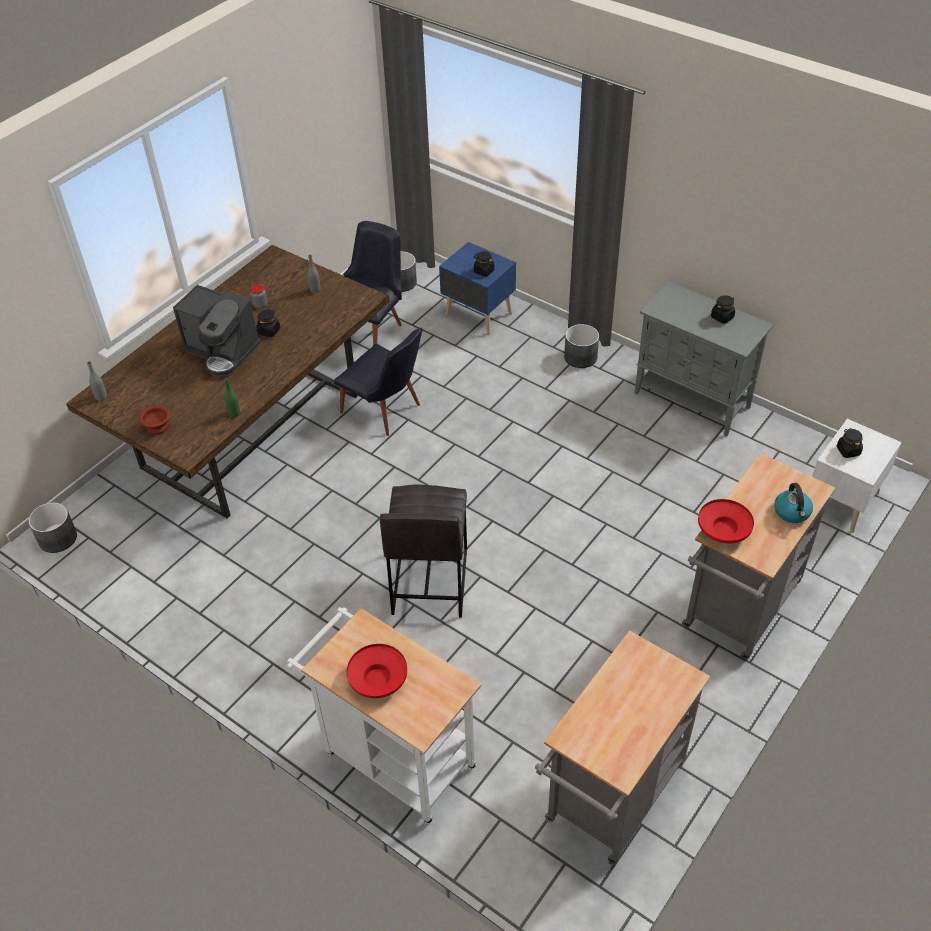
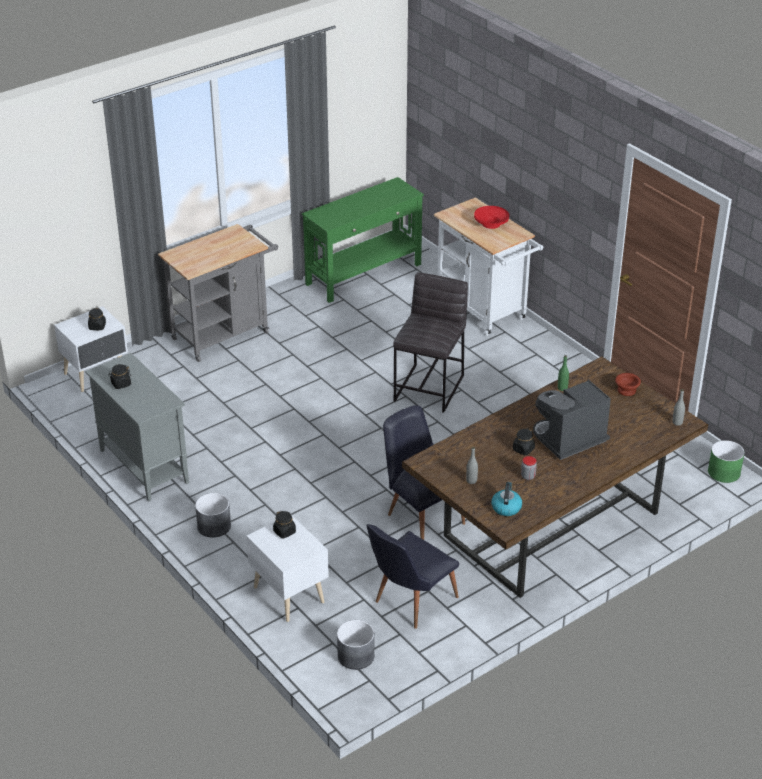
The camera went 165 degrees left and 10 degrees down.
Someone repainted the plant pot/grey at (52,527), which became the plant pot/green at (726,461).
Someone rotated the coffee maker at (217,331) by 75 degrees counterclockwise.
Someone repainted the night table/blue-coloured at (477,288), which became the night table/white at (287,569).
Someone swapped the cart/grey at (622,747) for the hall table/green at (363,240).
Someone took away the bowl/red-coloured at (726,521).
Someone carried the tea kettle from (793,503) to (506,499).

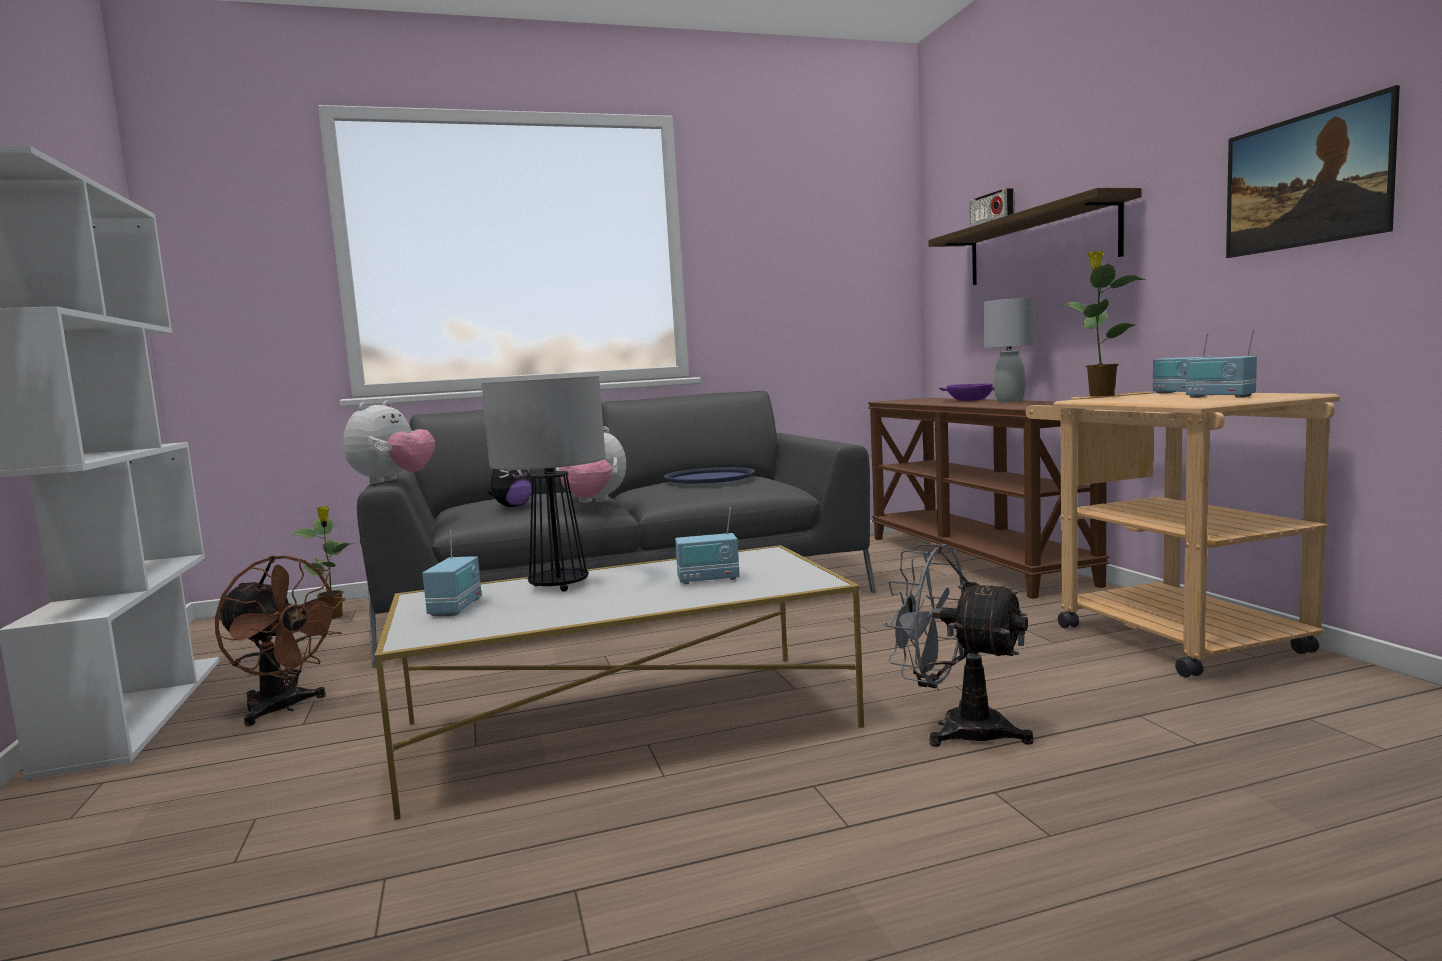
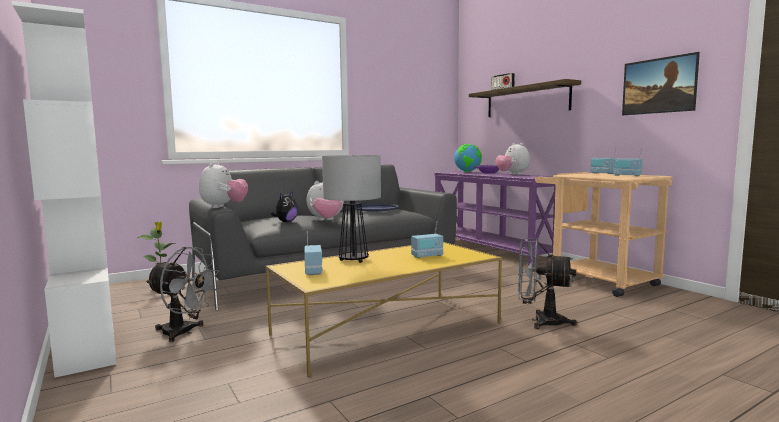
The camera went 15 degrees left and 0 degrees up.
Someone repainted the cooling fan/brownish at (280,641), which became the cooling fan/grey at (182,294).
Someone repainted the low table/white at (619,682), which became the low table/yellowish at (384,309).
Someone repainted the hall table/brownish at (989,498), which became the hall table/purplish at (495,218).
Someone swapped the lamp for a table/grey at (1009,350) for the cuddly toy at (513,159).
Someone took away the potted plant at (1104,323).
Someone put down the world globe at (468,158).

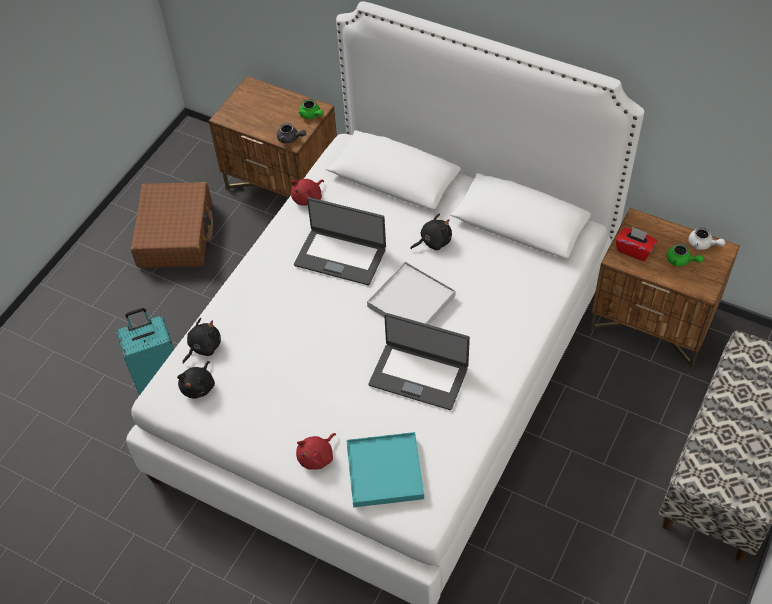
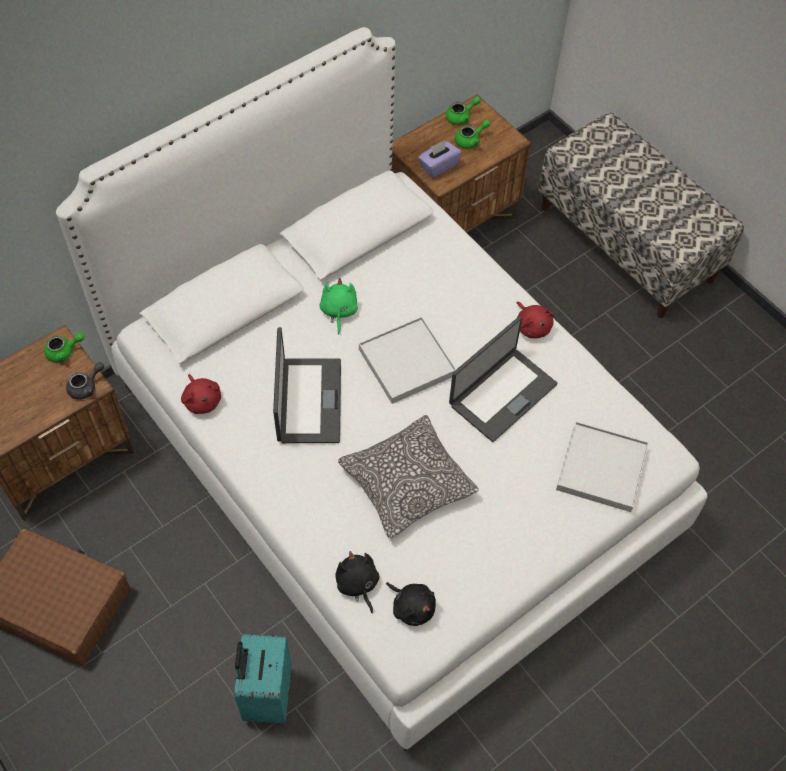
The camera went 70 degrees left and 5 degrees up.
Someone rotated the laptop at (340,241) by 45 degrees counterclockwise.
Someone carried the cuddly toy/red-coloured from (316,451) to (535,319).
Someone repainted the serving tray/turquoise at (385,469), which became the serving tray/white at (602,467).
Someone repainted the cuddly toy/black-coloured at (431,232), which became the cuddly toy/green at (339,306).
Someone repainted the tissue holder/red-coloured at (636,244), which became the tissue holder/purplish at (440,159).
Someone repainted the teapot/white at (706,238), which became the teapot/green at (463,110).
Someone put down the cushion at (408,477).

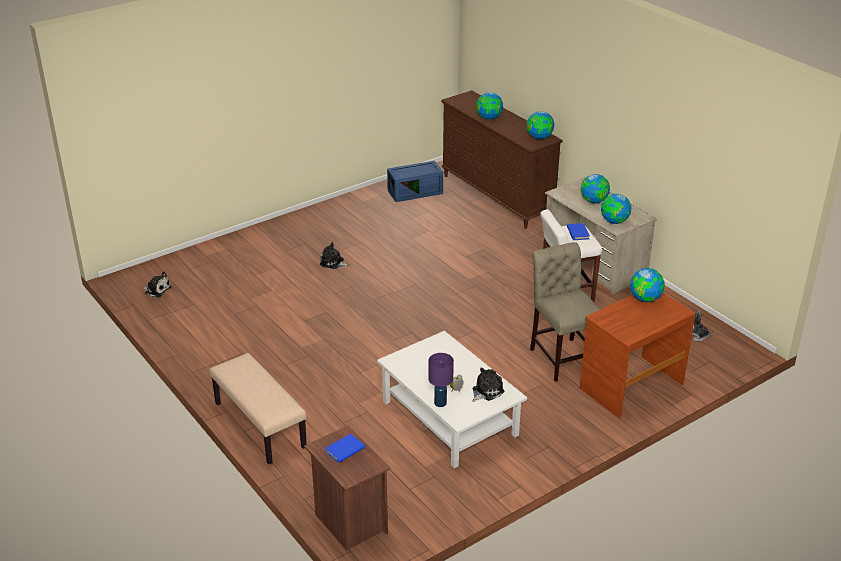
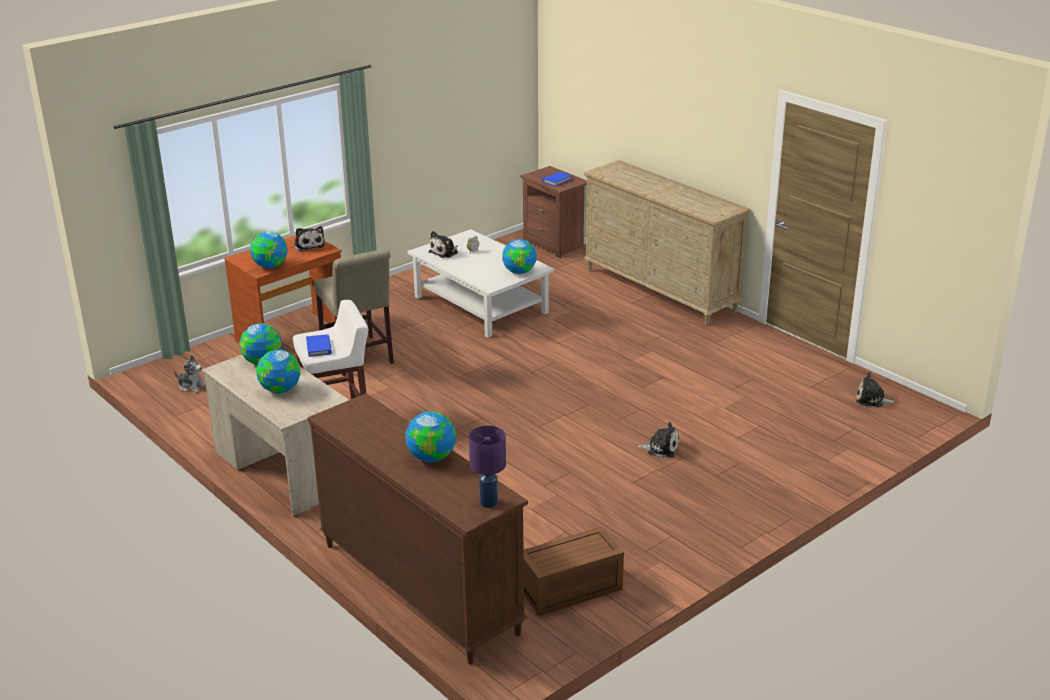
The camera went 175 degrees right and 5 degrees down.
Someone swapped the long seat/sand-coloured at (258,408) for the drawer chest/sand-coloured at (667,243).
Someone repainted the storage bin/blue-coloured at (415,181), which became the storage bin/brownish at (573,571).
Someone carried the lamp for a table/purplish from (441,380) to (487,467).
Someone carried the world globe from (540,125) to (519,256).
Someone put down the cuddly toy at (309,239).

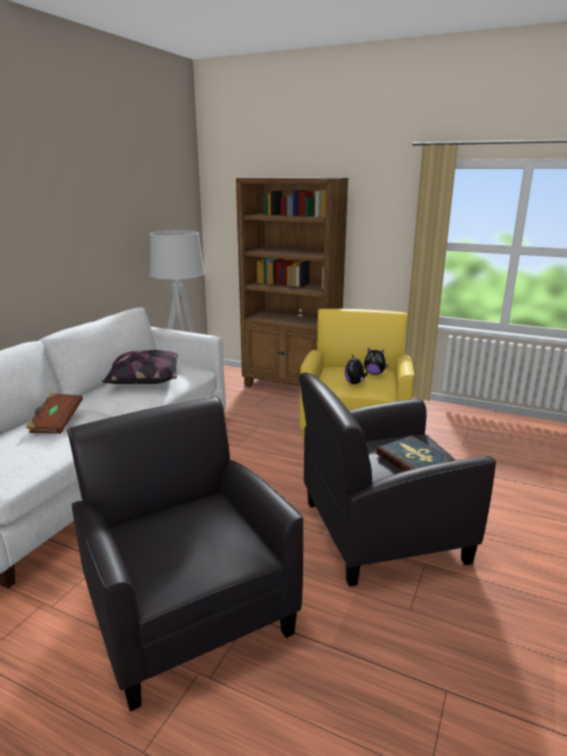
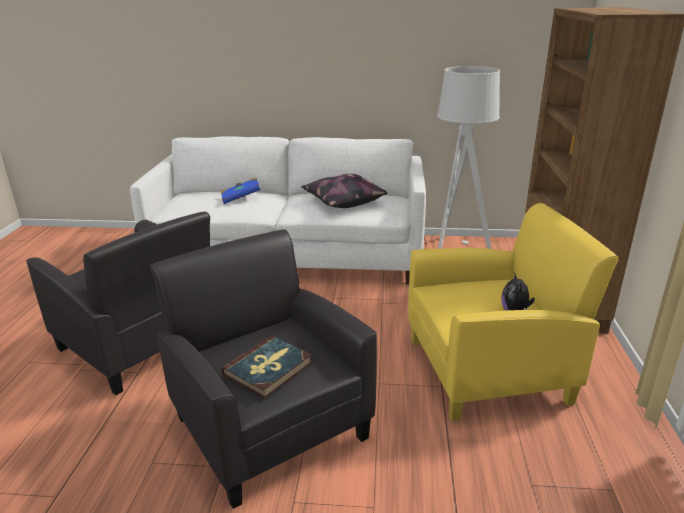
The camera went 70 degrees right and 5 degrees up.
Someone repainted the volume/brownish at (54,413), which became the volume/blue-coloured at (240,191).
Someone rotated the easy chair/black-coloured at (185,554) by 90 degrees clockwise.
Someone took away the cuddly toy at (356,369).

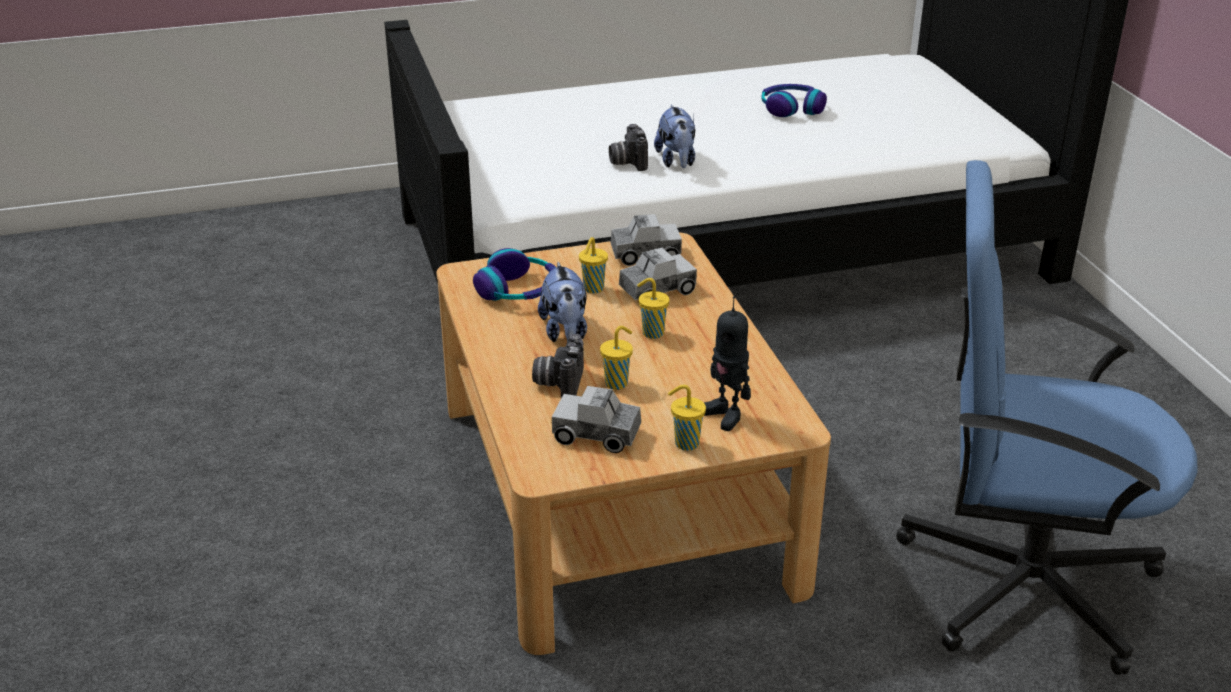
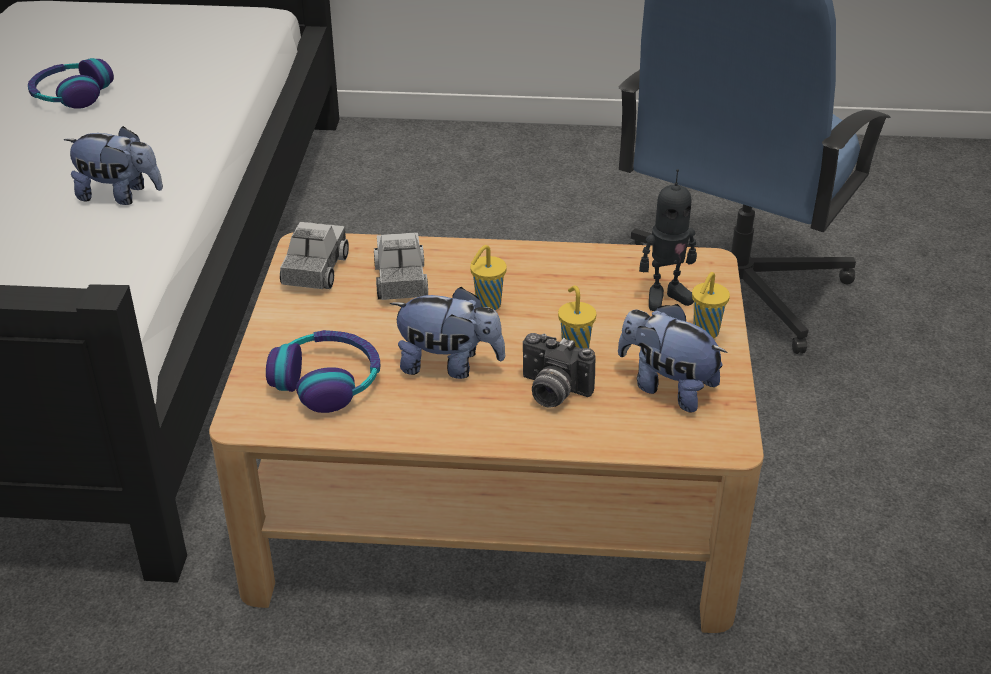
The camera went 70 degrees left and 5 degrees up.
Someone swapped the toy lorry at (596,419) for the cuddly toy at (673,358).
Someone took away the small cup/yellowish at (593,265).
Someone took away the still camera at (628,147).

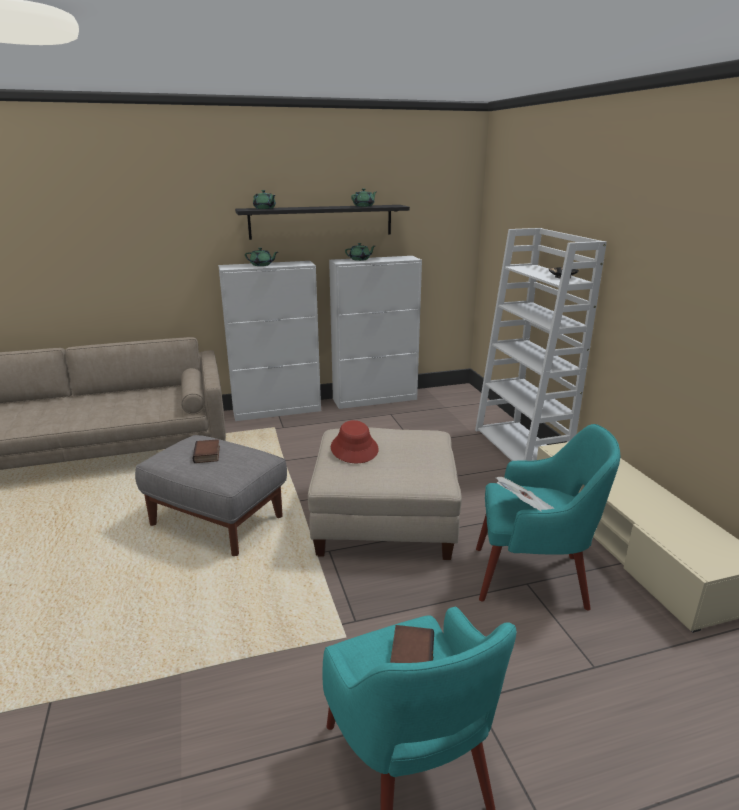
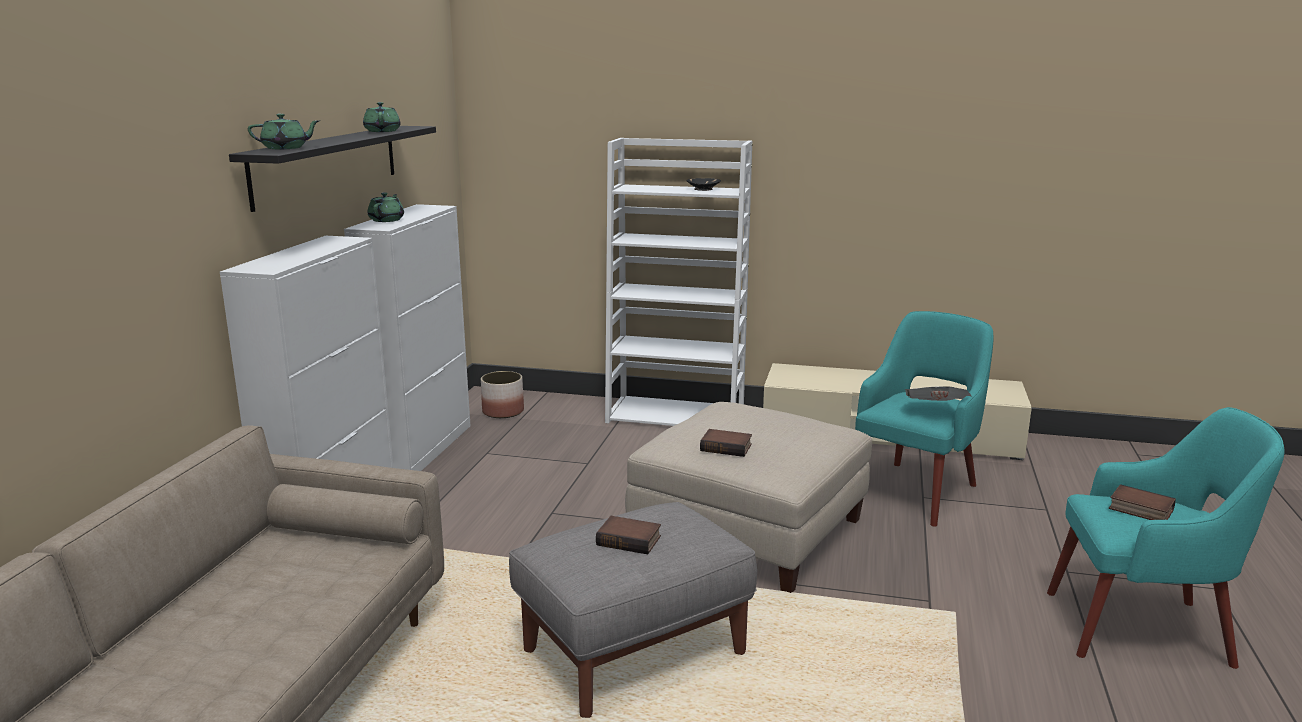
The camera went 60 degrees left and 5 degrees down.
Someone took away the teapot/green at (261,257).
Someone swapped the clothing hat/red-coloured at (355,441) for the volume at (726,443).
Someone put down the plant pot at (502,394).

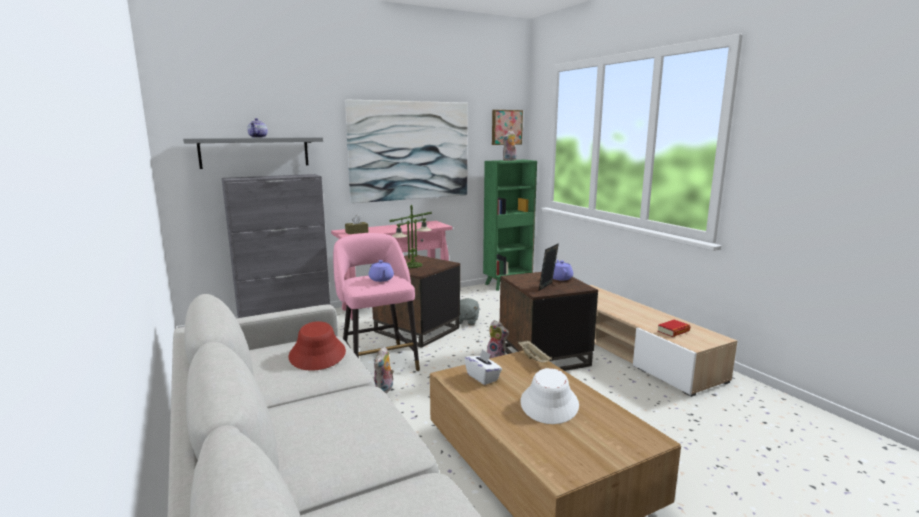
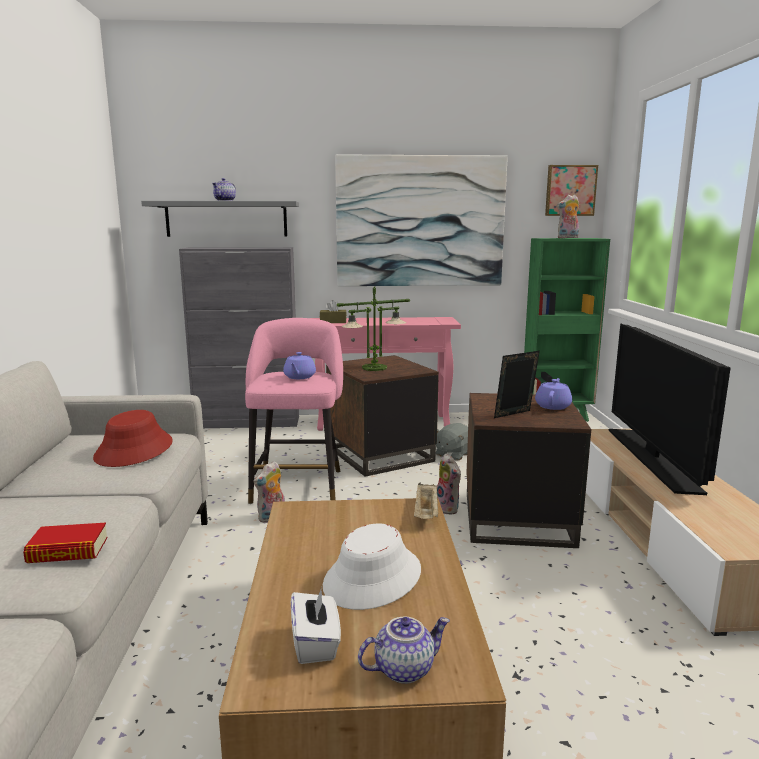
The camera went 25 degrees right and 0 degrees up.
Someone carried the tissue holder/white from (483,367) to (316,625).
Someone carried the volume from (673,328) to (65,543).
Someone put down the teapot at (404,650).
Someone put down the TV set at (669,409).

